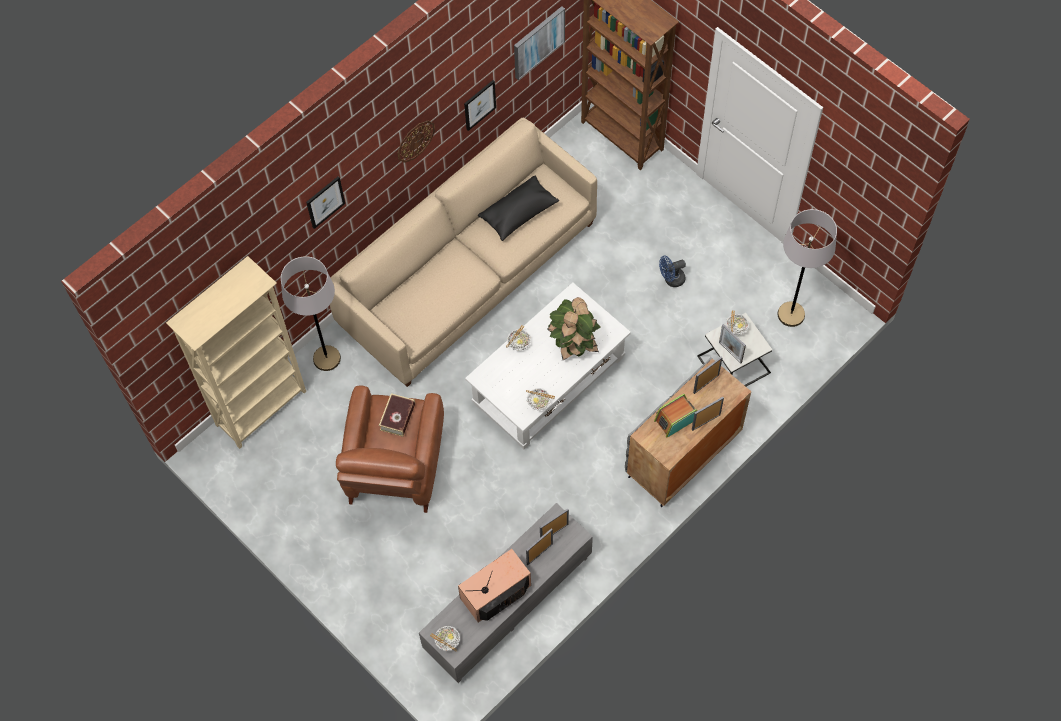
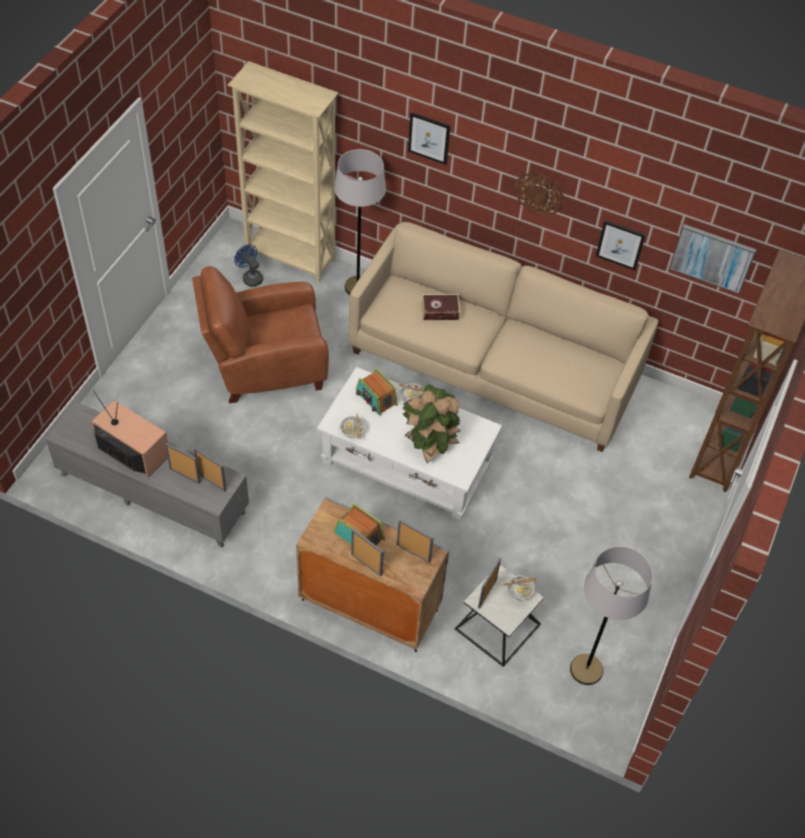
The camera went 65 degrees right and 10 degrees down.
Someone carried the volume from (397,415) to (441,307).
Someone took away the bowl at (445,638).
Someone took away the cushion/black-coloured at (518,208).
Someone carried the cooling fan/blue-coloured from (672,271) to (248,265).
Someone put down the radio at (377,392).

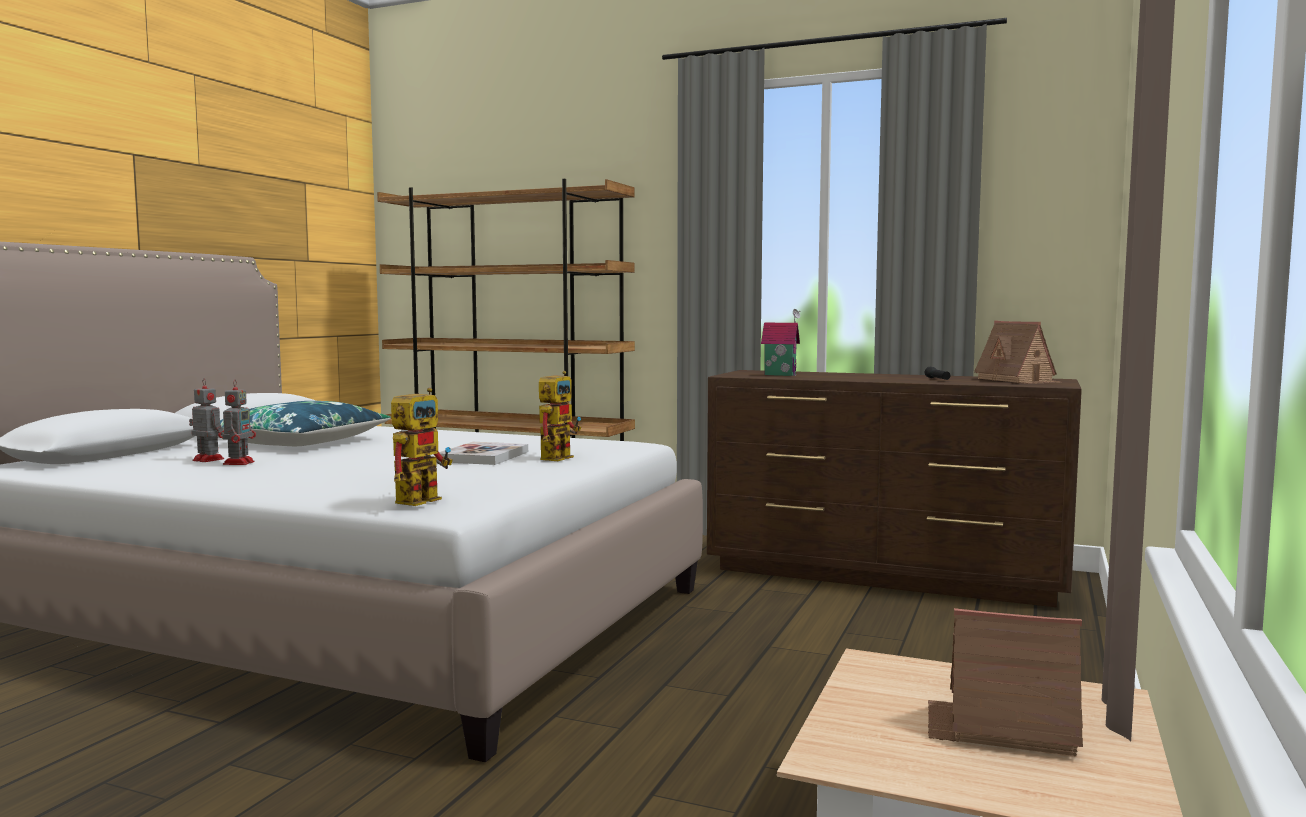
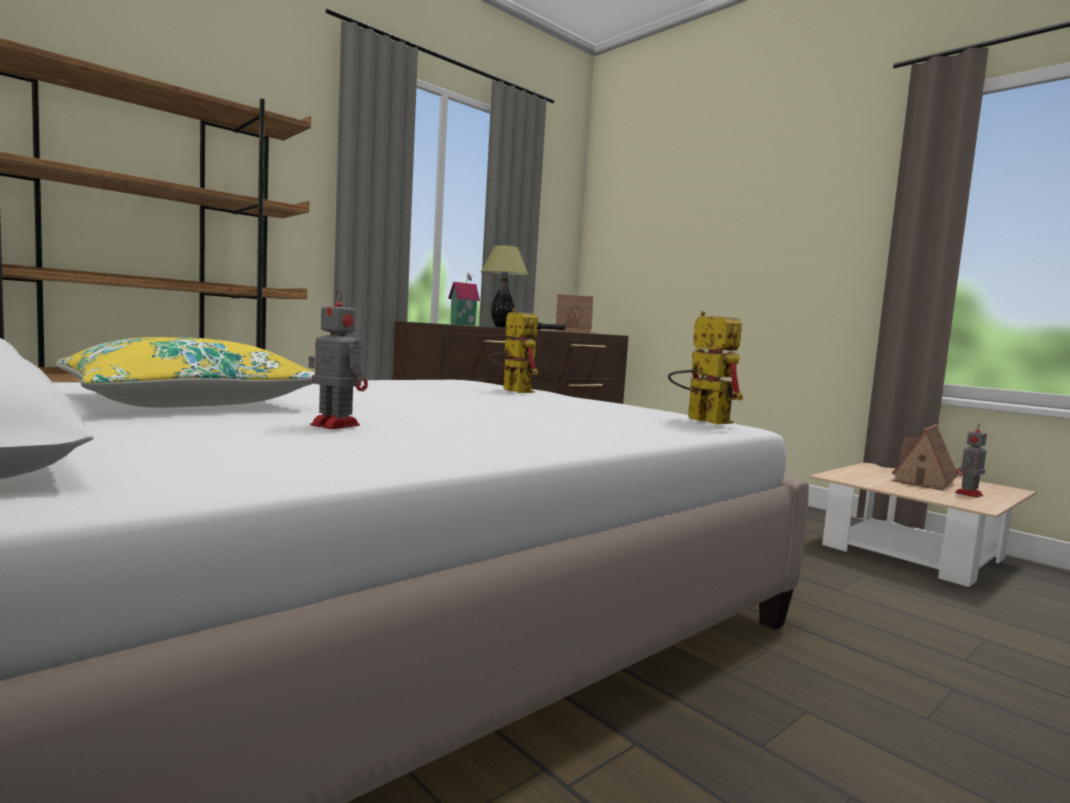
The camera went 65 degrees left and 0 degrees up.
Someone carried the robot figure from (206,420) to (971,461).
Someone repainted the cushion/blue-coloured at (305,423), which became the cushion/yellowish at (185,372).
Someone took away the volume at (482,453).
Someone put down the lamp for a table at (505,286).

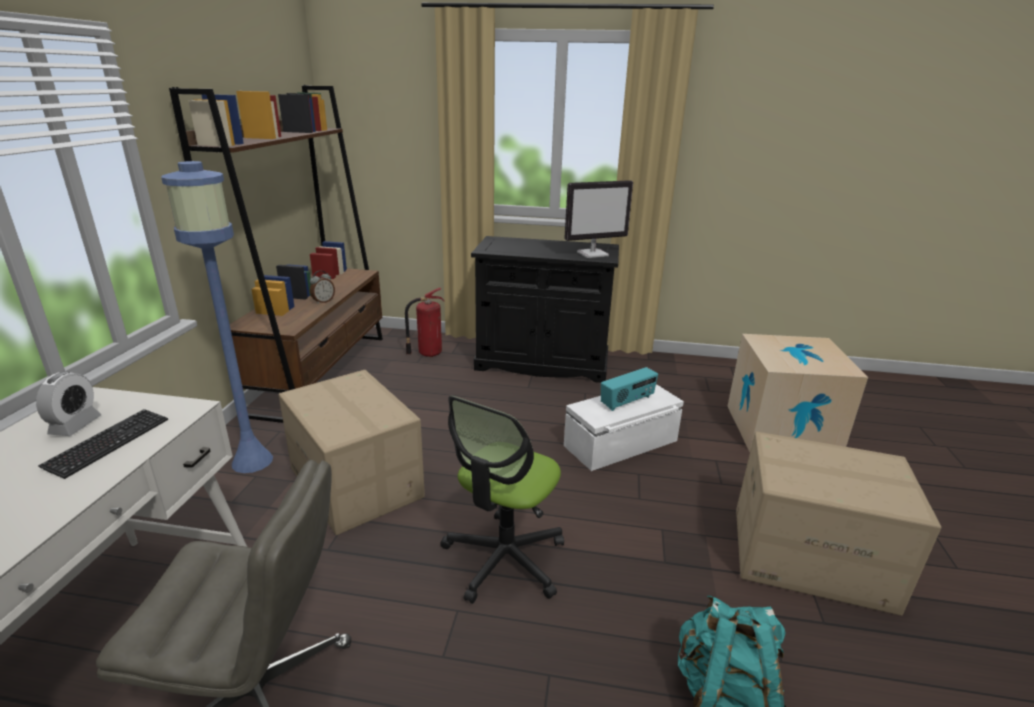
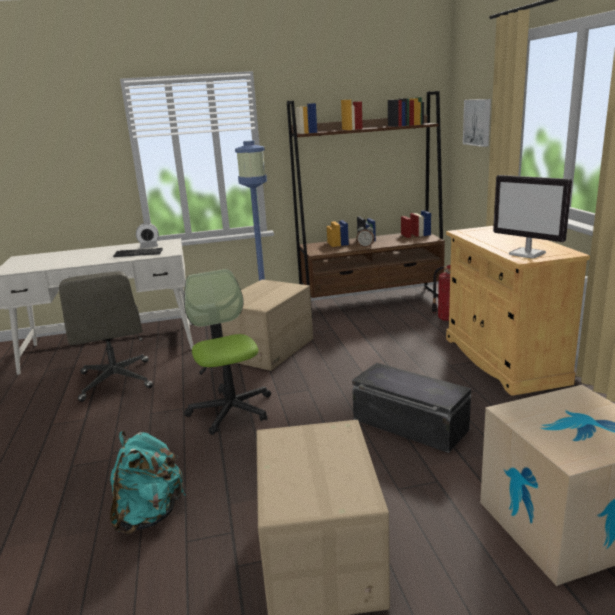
The camera went 70 degrees right and 5 degrees down.
Someone rotated the computer chair at (502,500) by 60 degrees clockwise.
Someone repainted the cabinet/black-coloured at (545,309), which became the cabinet/sand-coloured at (518,311).
Someone repainted the storage bin/white at (624,427), which became the storage bin/black-coloured at (411,408).
Someone took away the radio at (629,389).
Someone put up the wall art at (477,123).

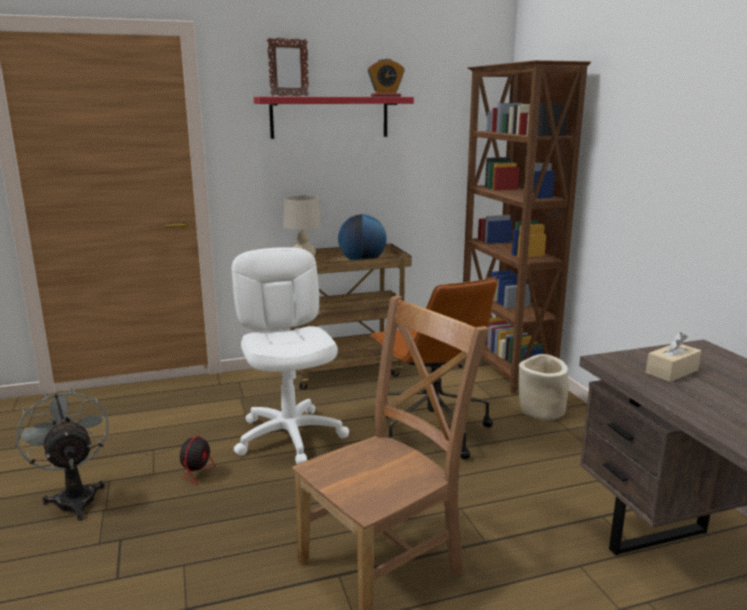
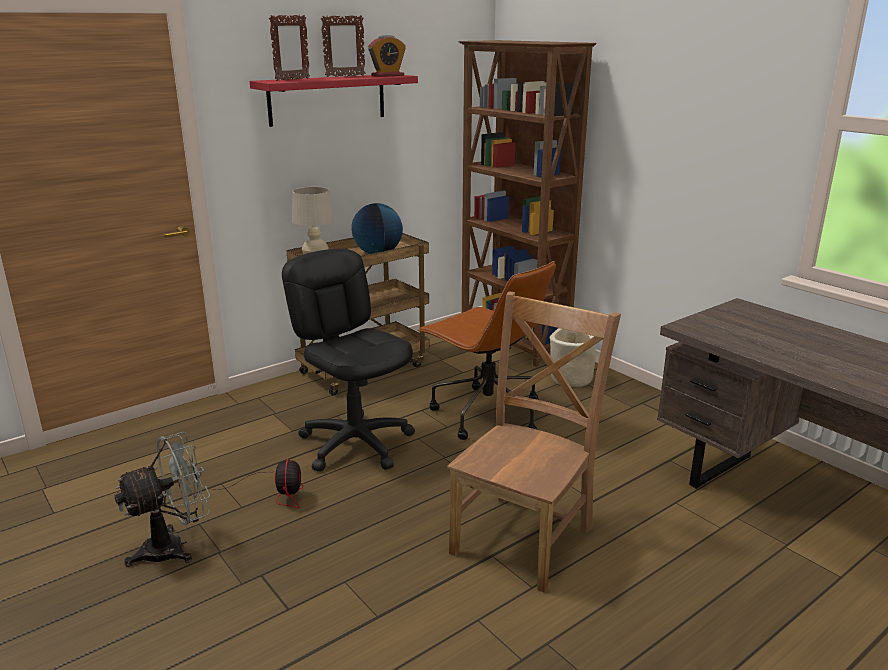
The camera went 20 degrees left and 5 degrees up.
Someone rotated the cooling fan/grey at (62,454) by 105 degrees clockwise.
Someone repainted the computer chair/white at (290,355), which became the computer chair/black-coloured at (348,360).
Someone took away the tissue holder/sand-coloured at (673,357).
Someone put down the standing frame at (343,46).

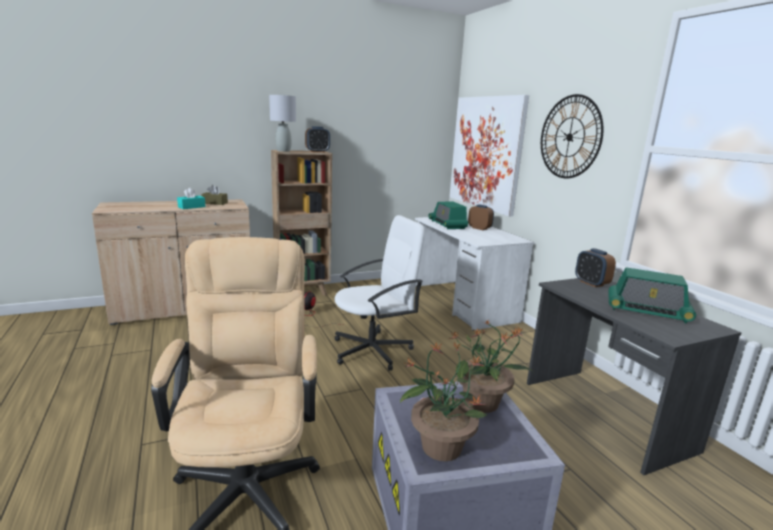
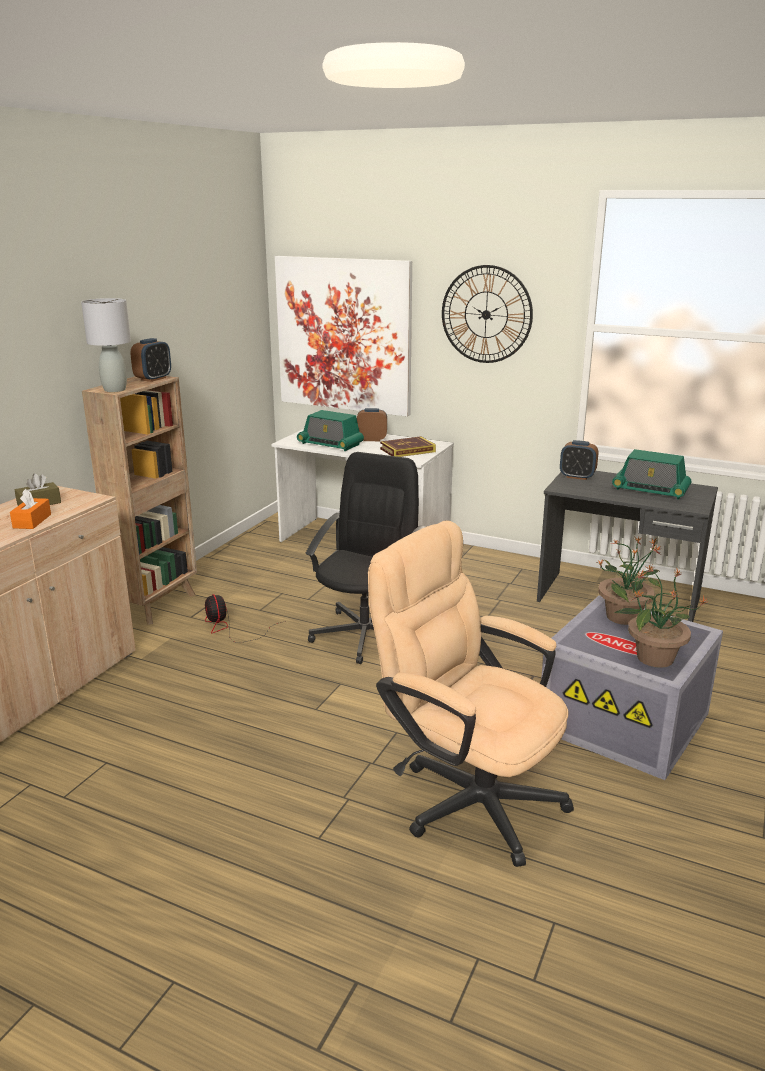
The camera went 40 degrees left and 5 degrees up.
Someone repainted the tissue holder/turquoise at (191,198), which became the tissue holder/orange-coloured at (30,509).
Someone repainted the computer chair/white at (379,293), which became the computer chair/black-coloured at (366,558).
Someone rotated the radio at (652,295) by 45 degrees clockwise.
Someone put down the volume at (408,446).

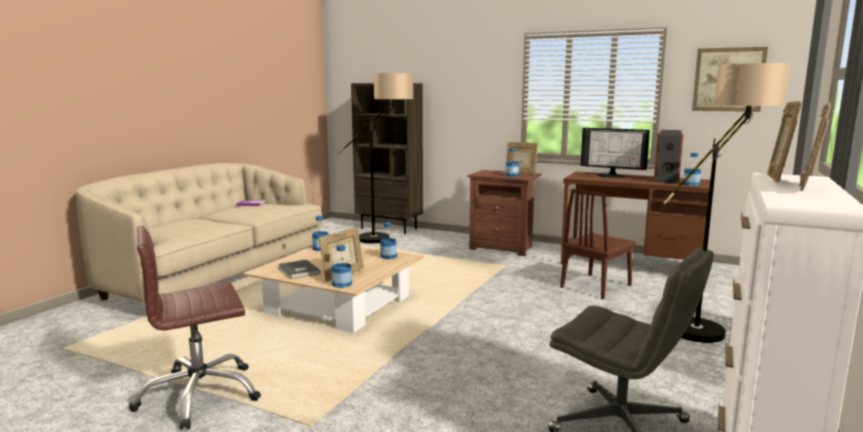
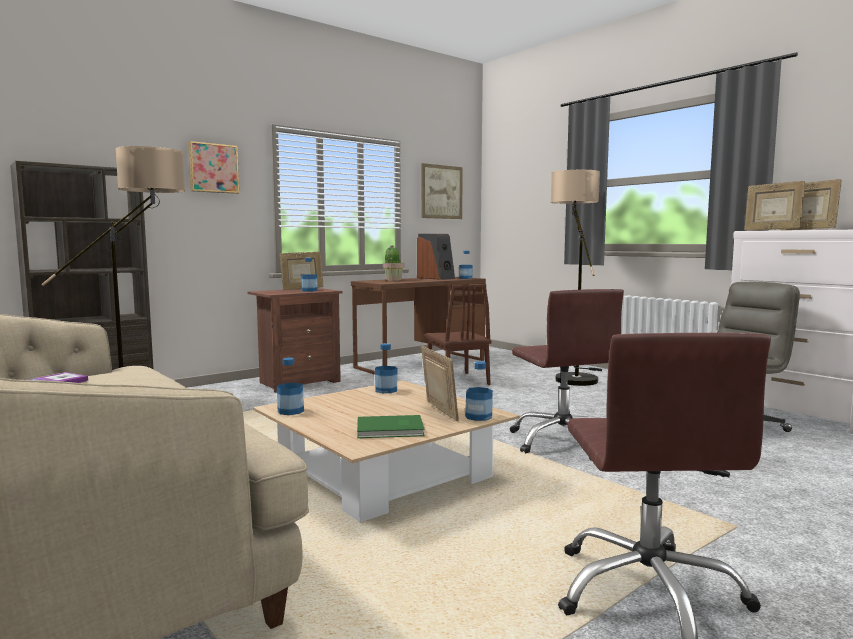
The camera went 65 degrees left and 5 degrees down.
Someone repainted the volume/grey at (299,269), which became the volume/green at (391,426).
Someone swapped the computer display at (615,153) for the potted plant at (393,263).
Someone put up the wall art at (213,167).
Someone put down the computer chair/brownish at (567,375).

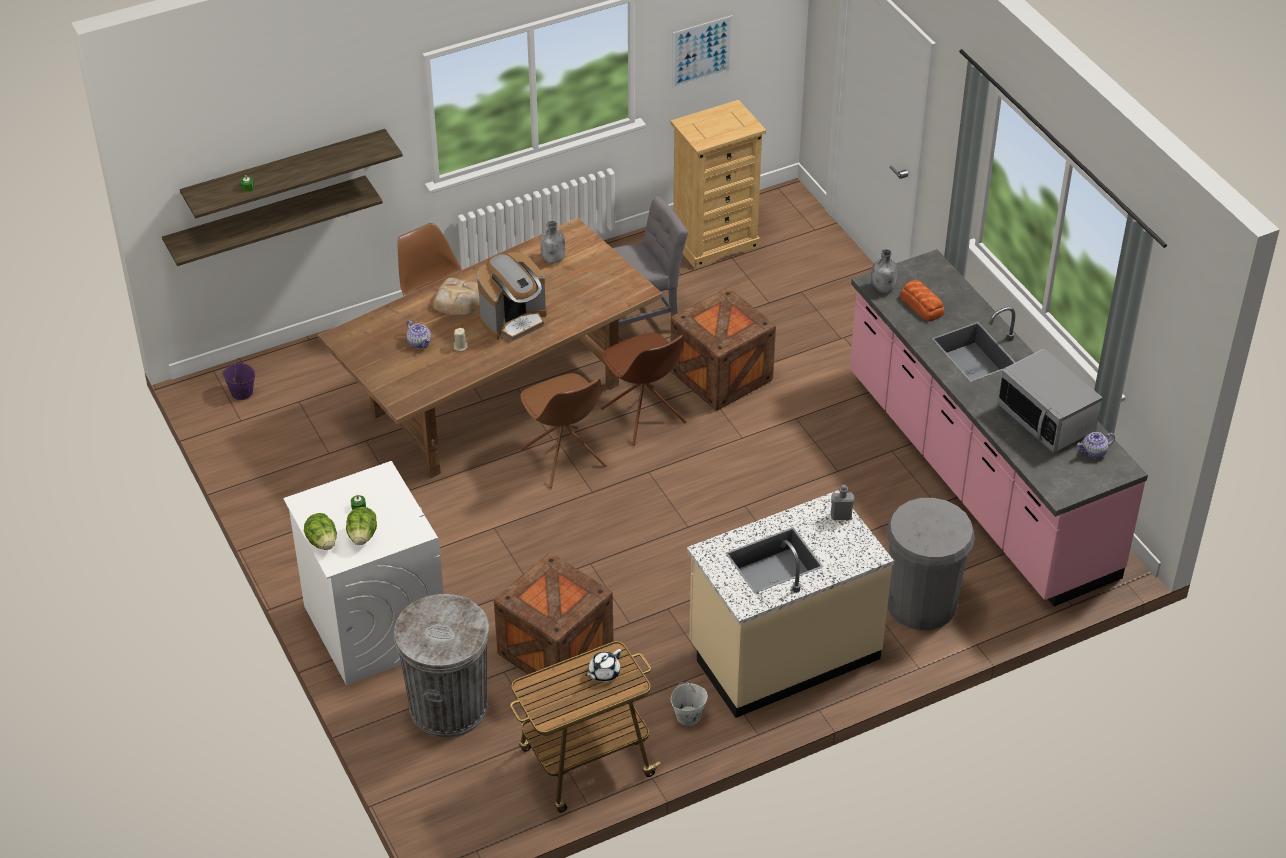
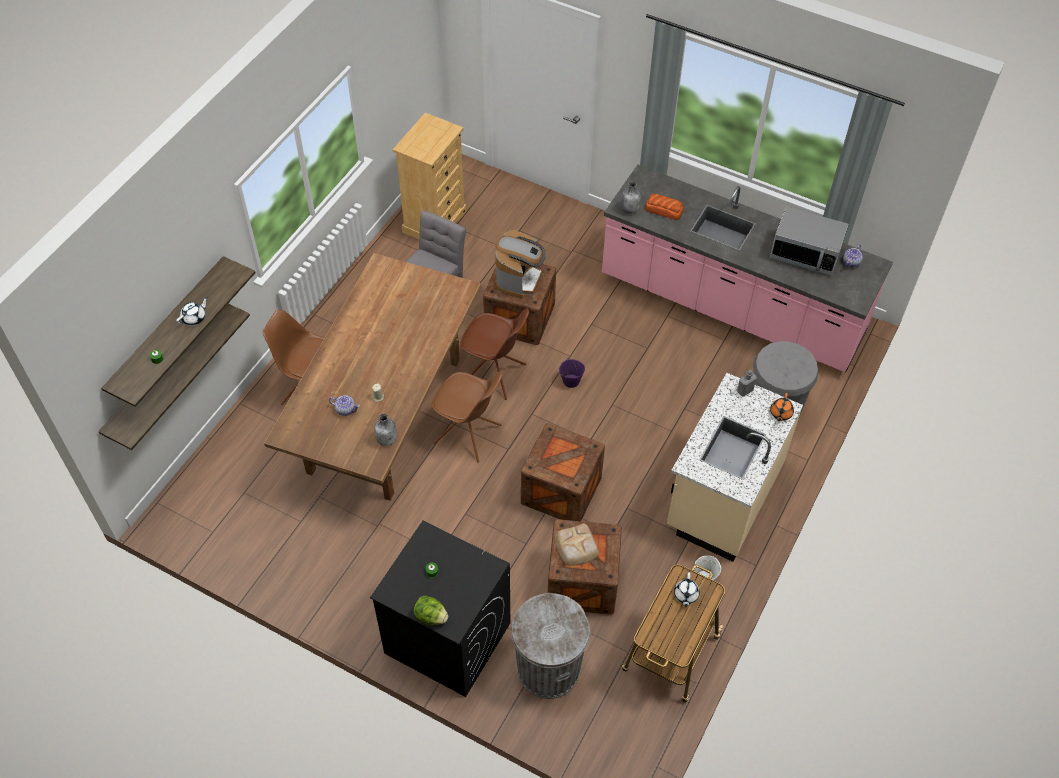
The camera went 35 degrees left and 10 degrees up.
Someone carried the water bucket/purplish from (238,379) to (572,373).
Someone repainted the laundry appliance/white at (363,573), which became the laundry appliance/black-coloured at (440,609).
Someone took away the head of lettuce at (361,526).
Someone carried the baked bread from (456,297) to (577,544).
Someone carried the coffee maker from (512,296) to (520,264).
Someone carried the beverage bottle/grey from (553,242) to (385,430).
Someone took away the wall art at (702,52).
Someone put down the teapot/white at (192,311).
Someone put down the shipping crate at (563,472).
Someone put down the teapot/orange-coloured at (782,407).

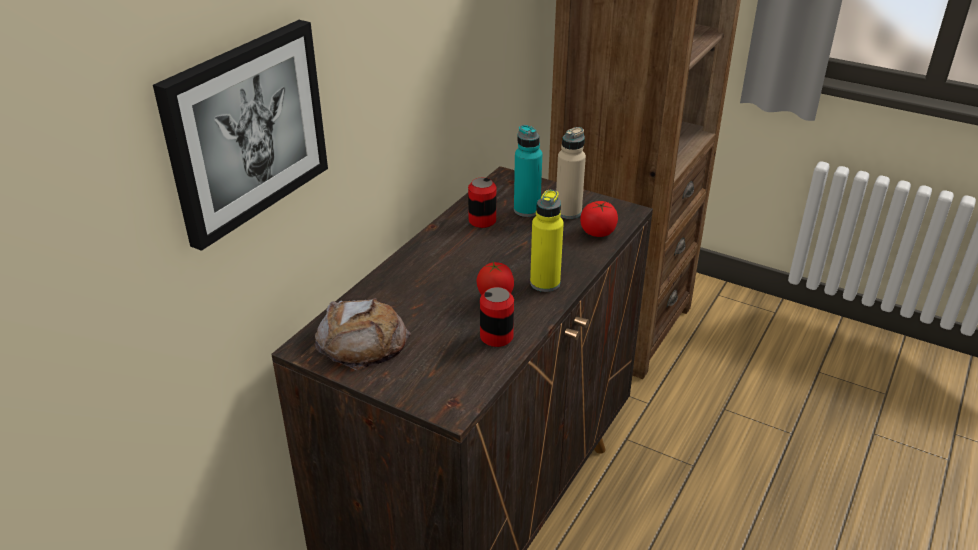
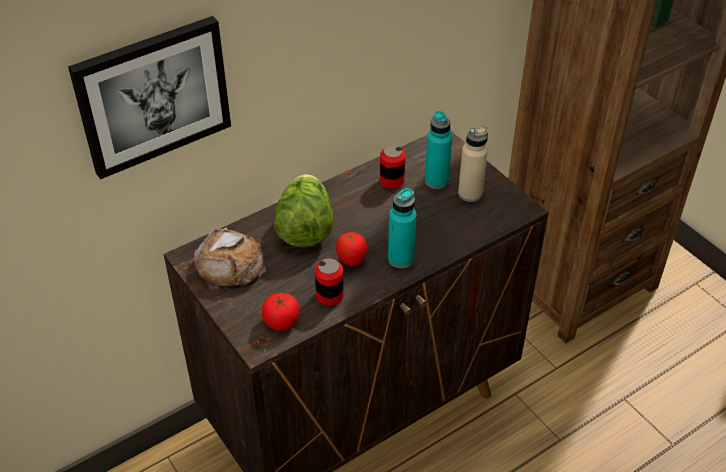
The camera went 25 degrees right and 10 degrees up.
Someone repainted the beverage bottle/yellowish at (547,241), which became the beverage bottle/turquoise at (402,228).
Someone carried the tomato from (599,219) to (280,312).
Someone put down the head of lettuce at (303,210).

